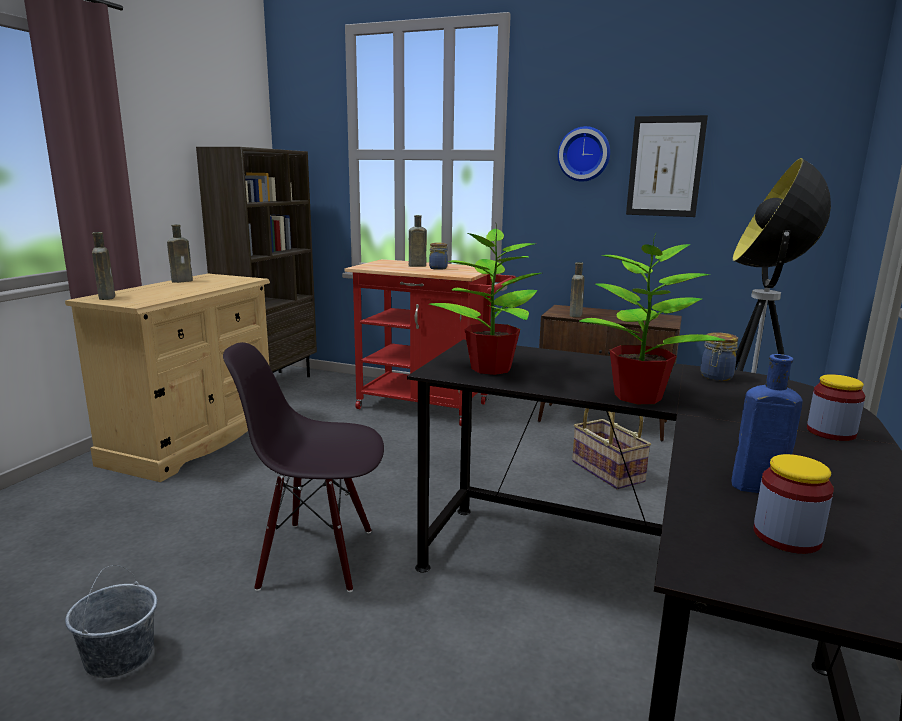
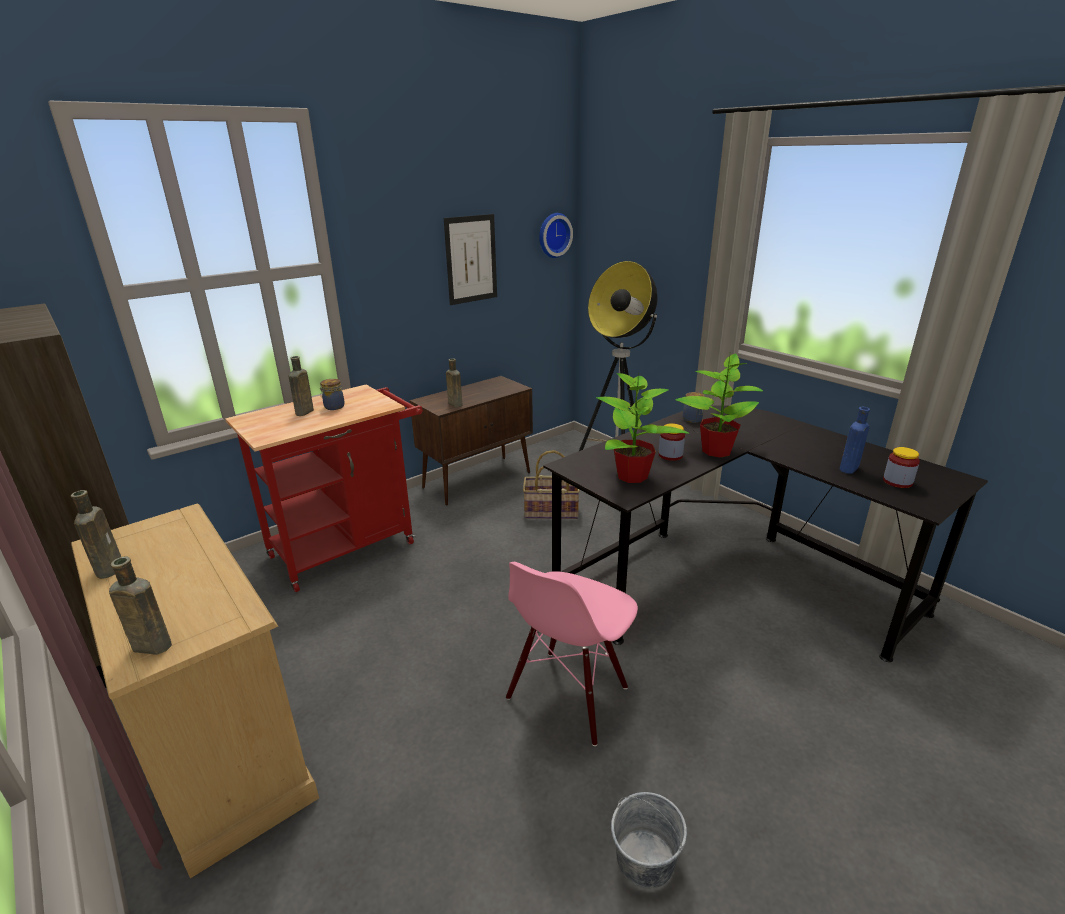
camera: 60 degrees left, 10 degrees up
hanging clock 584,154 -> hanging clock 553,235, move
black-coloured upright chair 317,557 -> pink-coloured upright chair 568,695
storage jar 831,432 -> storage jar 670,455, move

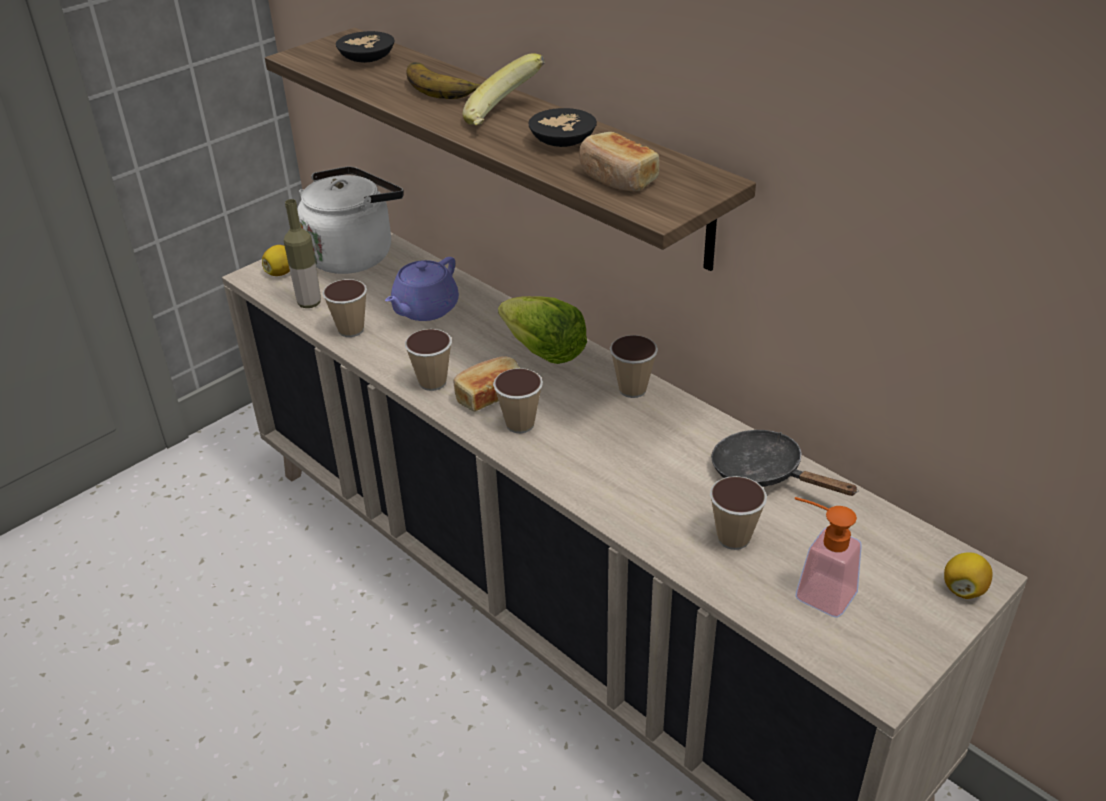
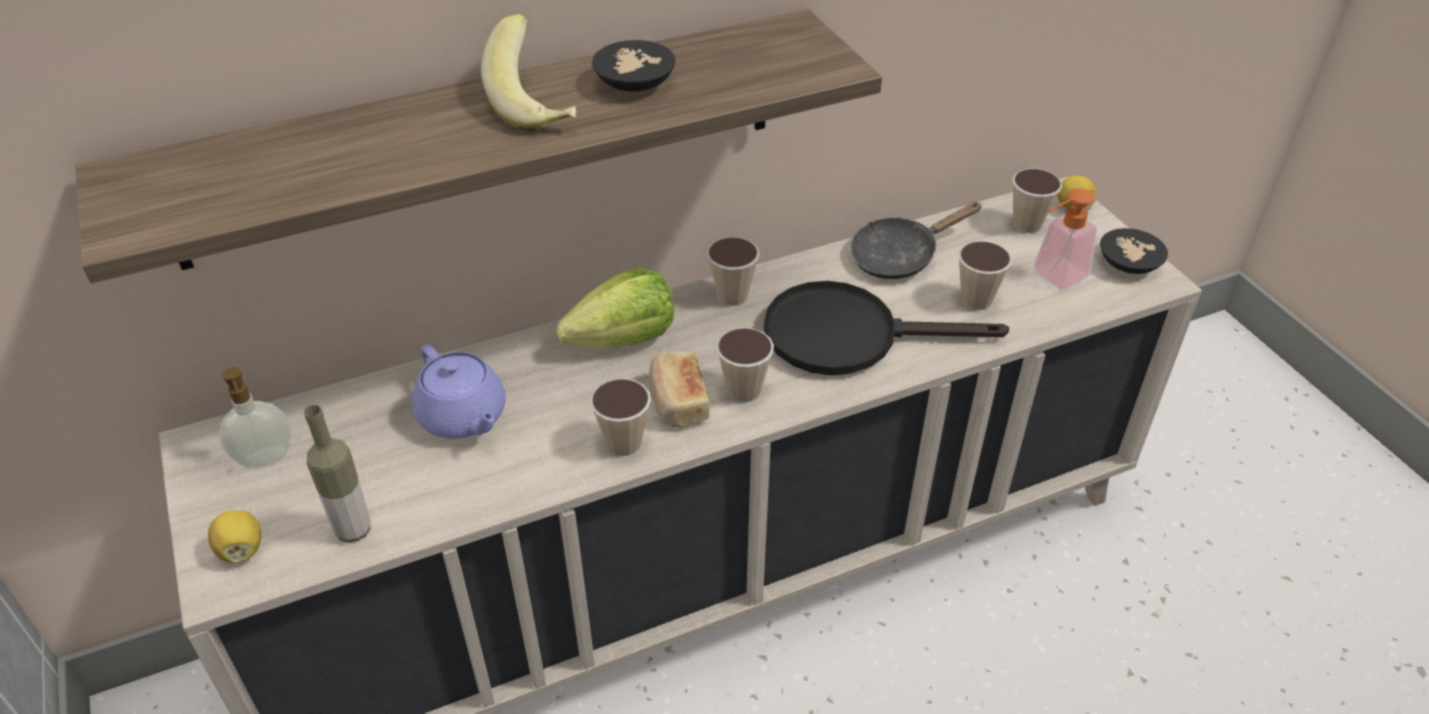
camera: 70 degrees left, 5 degrees up
black-coloured bowl 365,59 -> black-coloured bowl 1128,265, move
whole banana 450,85 -> none
bread 617,178 -> none
white-coloured kettle 354,254 -> soap bottle 265,459
drinking cup 351,330 -> drinking cup 1027,224, move
none -> black-coloured pan 849,335

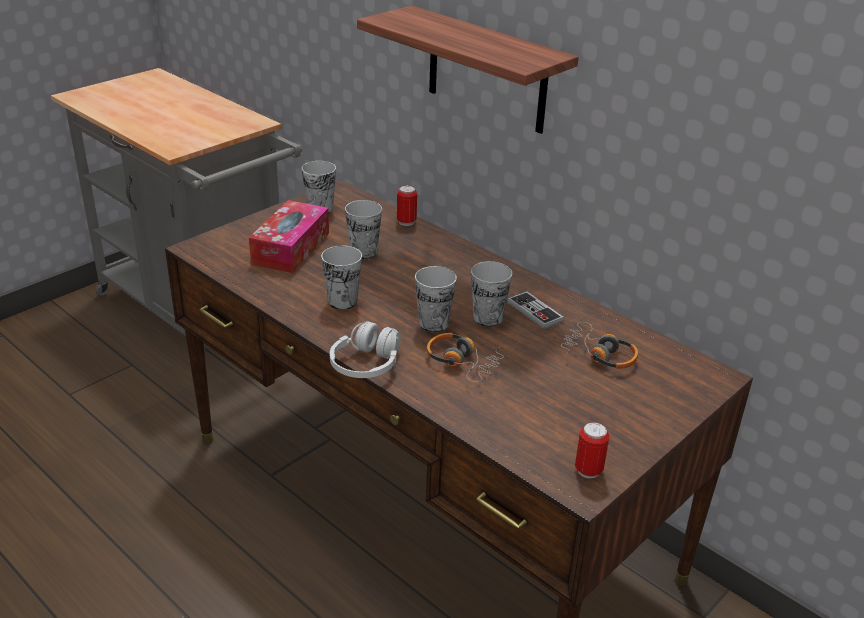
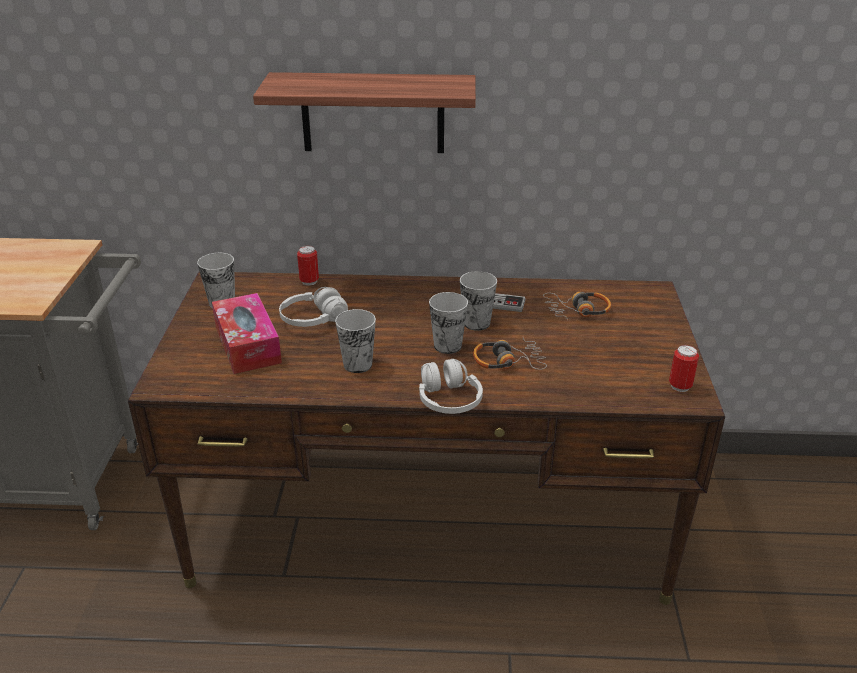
camera: 40 degrees left, 0 degrees up
drinking cup 363,252 -> white-coloured headset 313,319

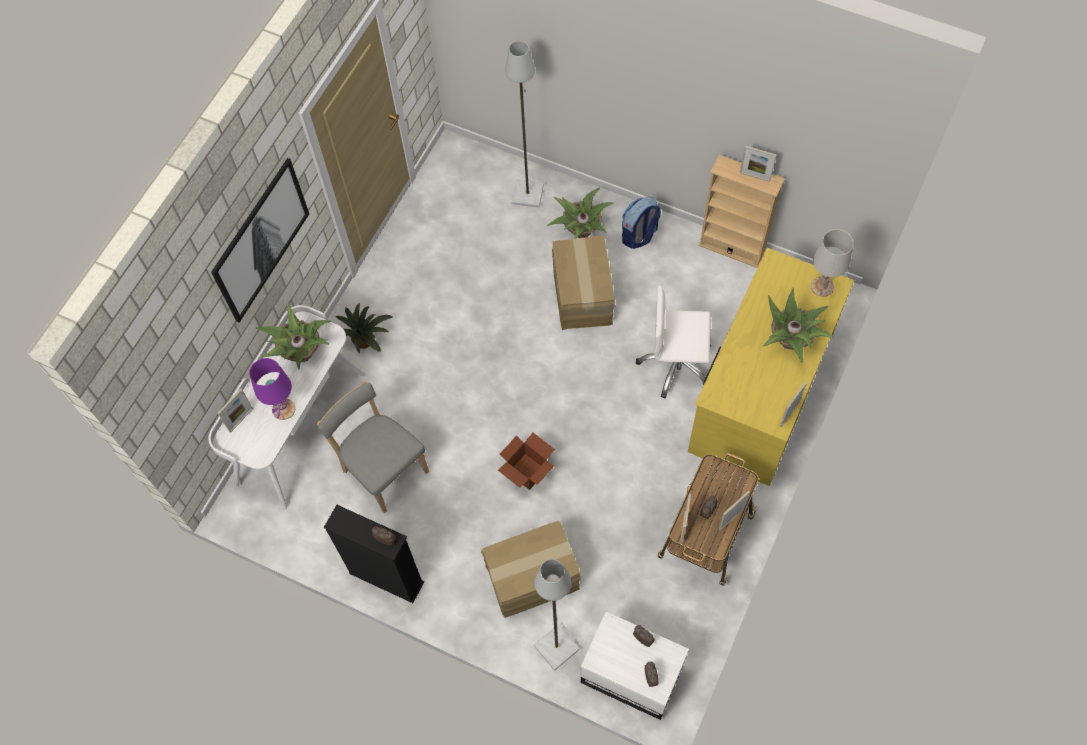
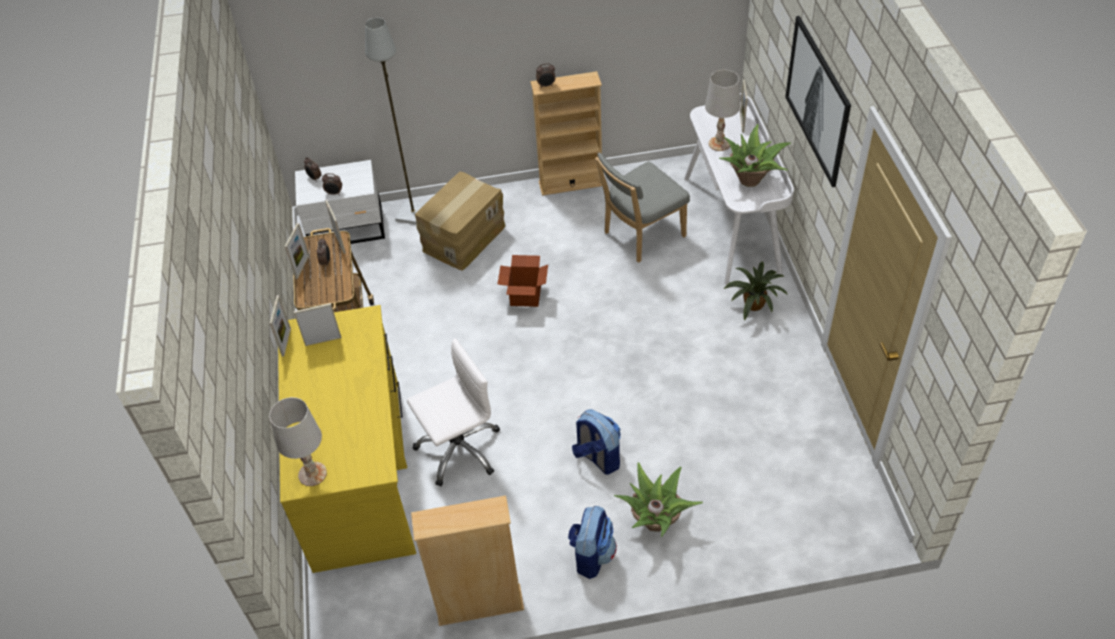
camera: 145 degrees right, 15 degrees down
greyish floor lamp 528,194 -> none
standing frame 755,176 -> standing frame 323,341, move
packing box 583,295 -> knapsack 597,458
potted plant 790,341 -> none
purplish table lamp 283,409 -> white-coloured table lamp 719,144
greyish upright chair 382,469 -> greyish upright chair 641,236, 135 degrees clockwise
black-coloured bookshelf 386,578 -> beige-coloured bookshelf 571,183

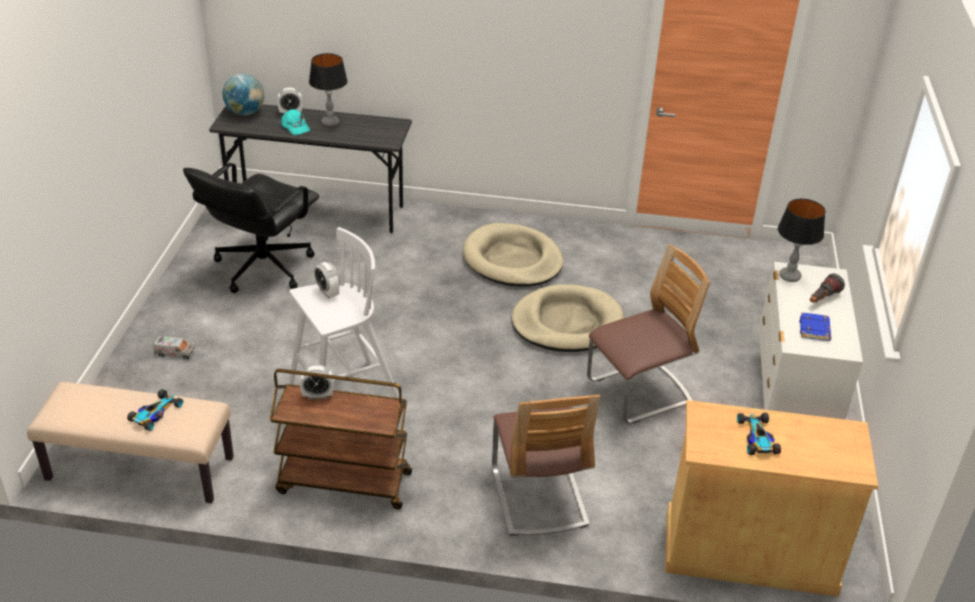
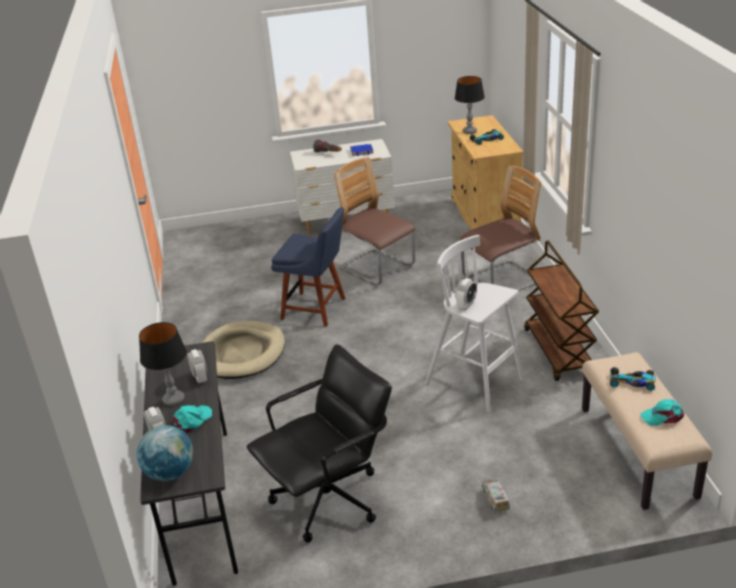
camera: 105 degrees left, 5 degrees down
black-coloured desk chair 262,267 -> black-coloured desk chair 329,500, 45 degrees counterclockwise
table lamp 790,276 -> table lamp 469,131, move
beige-coloured pet bed 566,323 -> blue upright chair 317,309
table clock 317,395 -> table clock 200,377, move
none -> blue-green cap 663,416

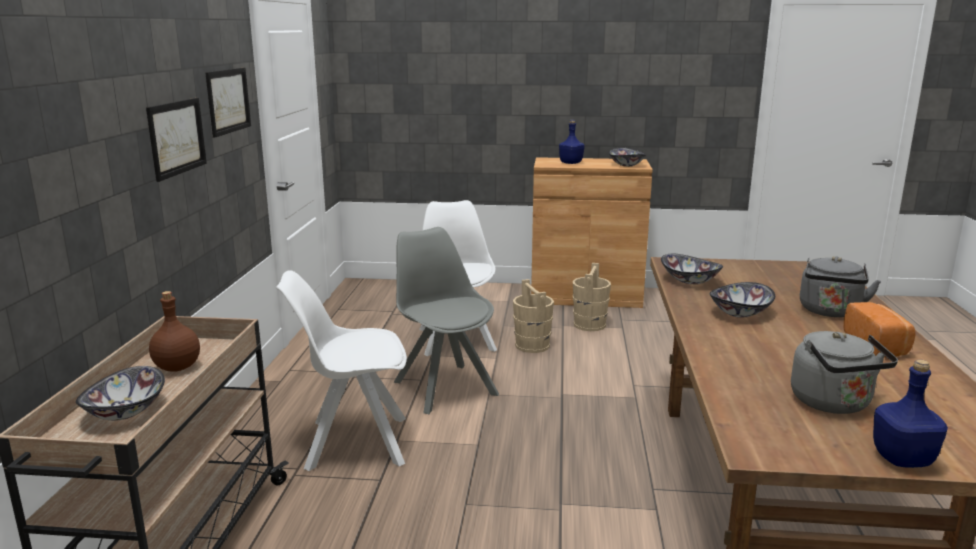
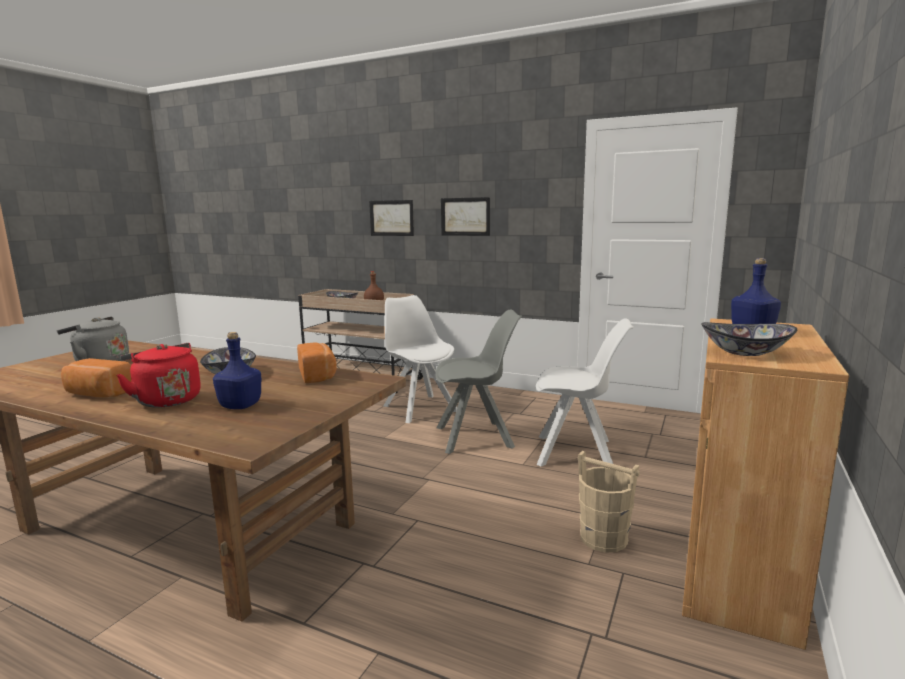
camera: 110 degrees right, 5 degrees down
picture 228,101 -> picture 391,218, move
bowl 690,280 -> bread 318,375
greyish kettle 830,312 -> red-coloured kettle 166,400
white-coloured upright chair 353,443 -> white-coloured upright chair 419,408, 45 degrees counterclockwise
beige-coloured pail 532,345 -> none
blue drink bottle 903,460 -> blue drink bottle 239,406, move

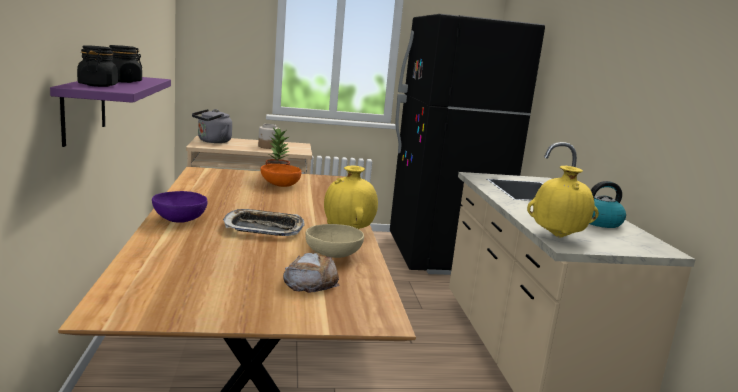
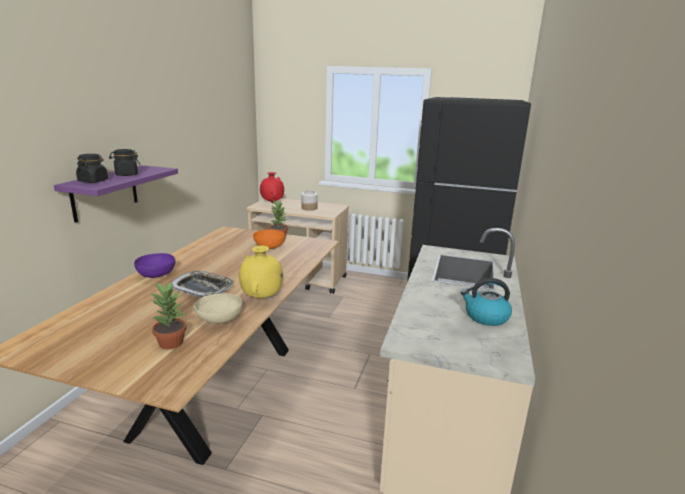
camera: 25 degrees right, 5 degrees up
greyish kettle 212,141 -> red-coloured decorative vase 272,202
yellowish decorative vase 558,236 -> none
bread 311,281 -> potted plant 171,342

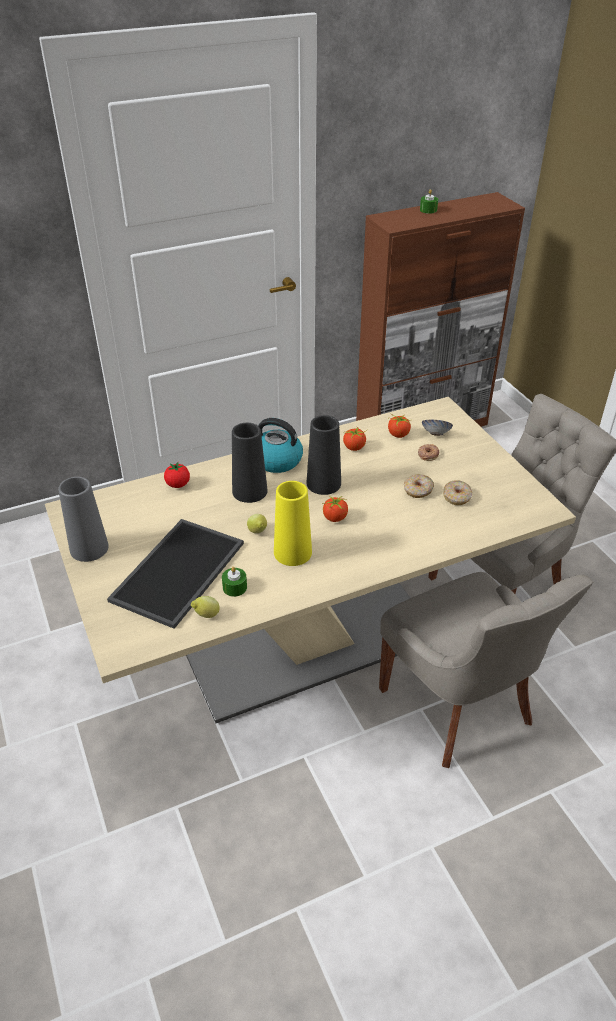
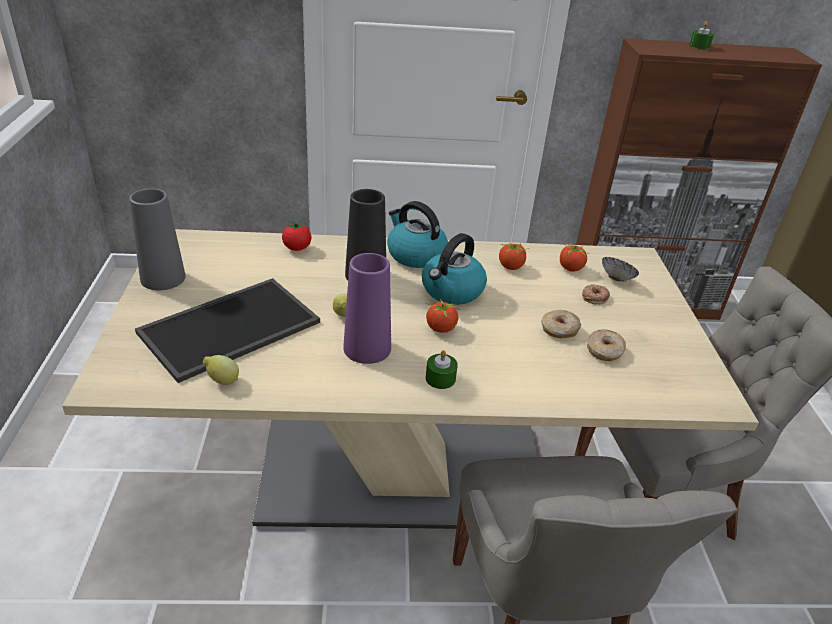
camera: 20 degrees right, 5 degrees down
black-coloured decorative vase 323,483 -> kettle 452,291
yellowish decorative vase 292,552 -> purplish decorative vase 367,348
greenish wax candle 235,587 -> greenish wax candle 440,378, move

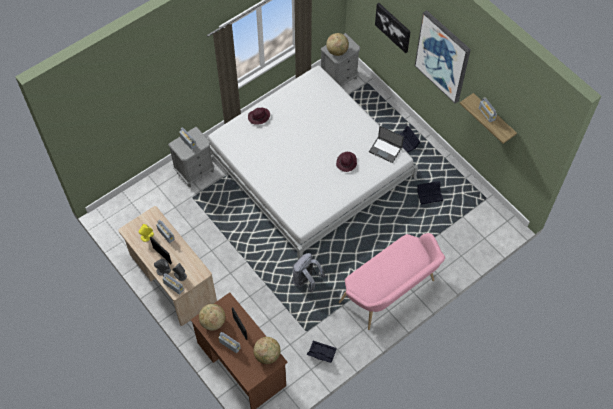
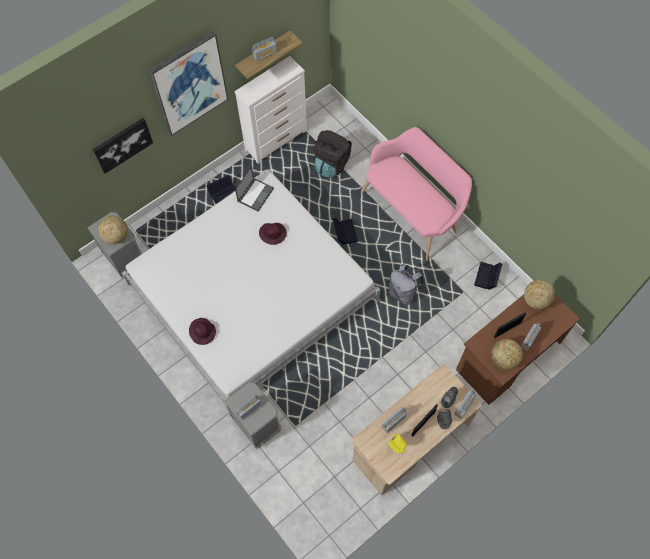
camera: 90 degrees left, 5 degrees up
black-coloured storage container 430,195 -> black-coloured storage container 344,232, move
none -> white-coloured chest of drawers 276,140
none -> black-coloured knapsack 331,164

